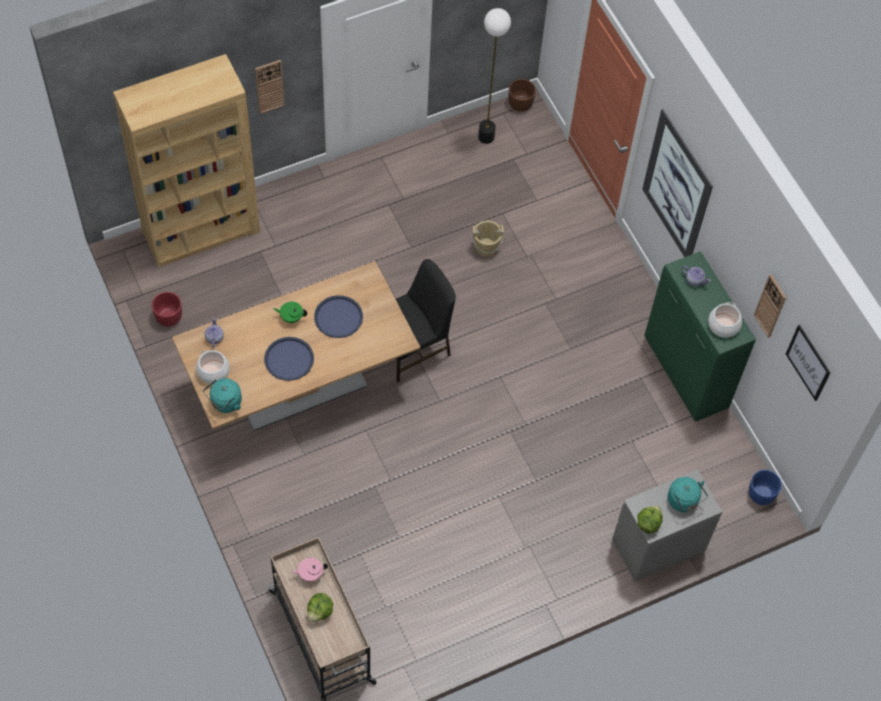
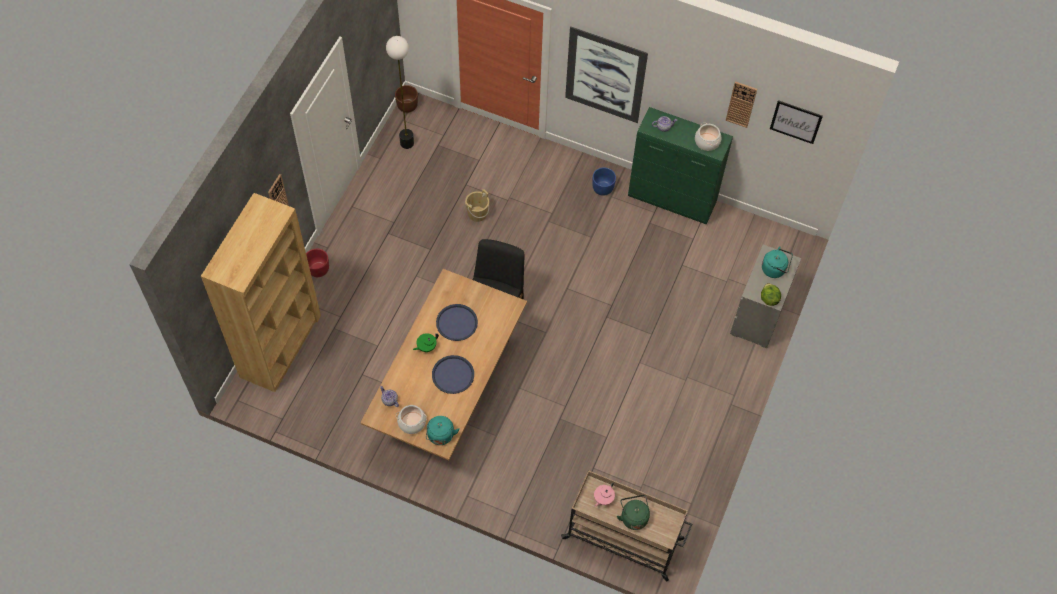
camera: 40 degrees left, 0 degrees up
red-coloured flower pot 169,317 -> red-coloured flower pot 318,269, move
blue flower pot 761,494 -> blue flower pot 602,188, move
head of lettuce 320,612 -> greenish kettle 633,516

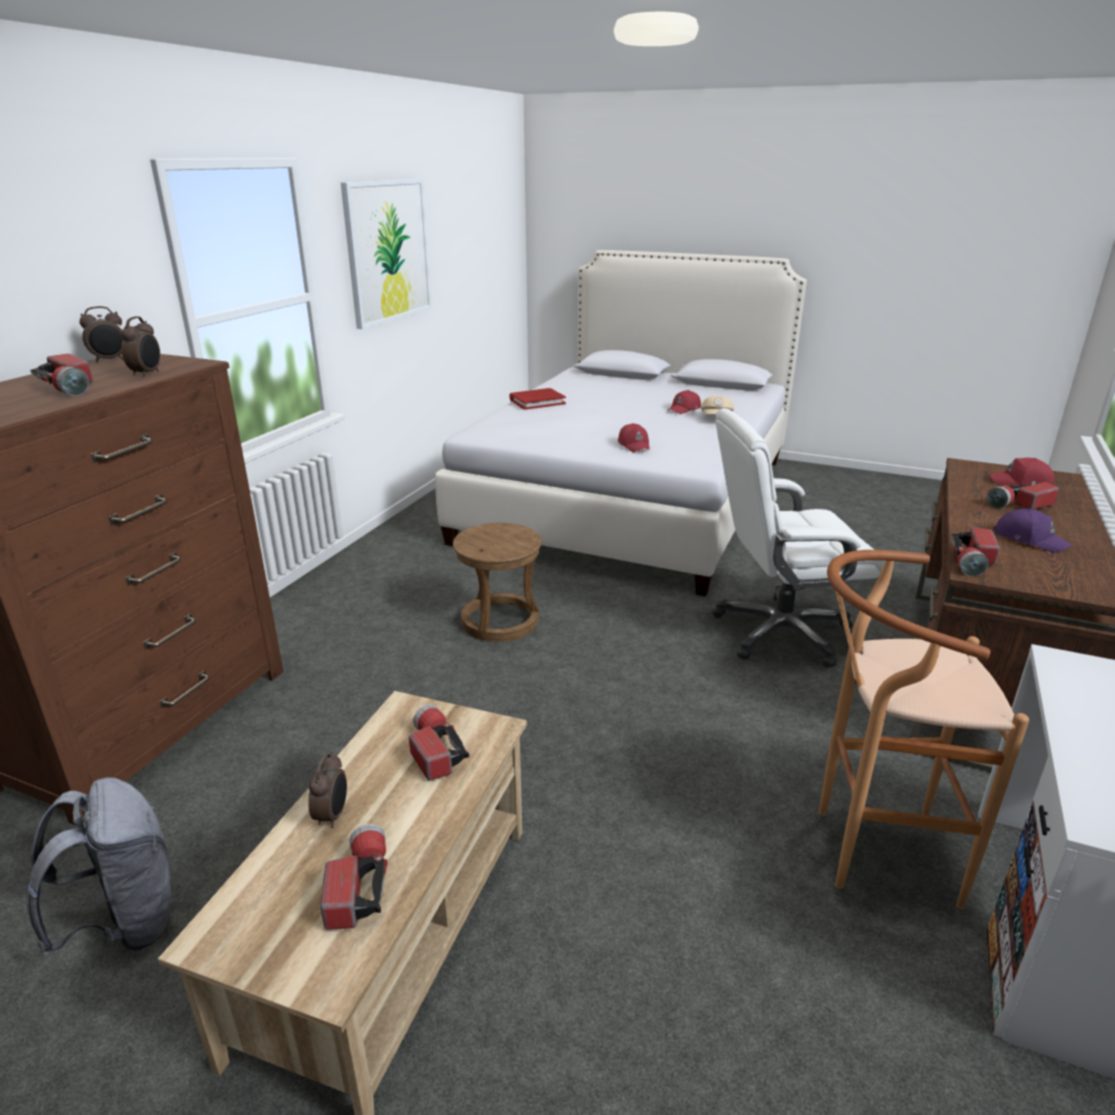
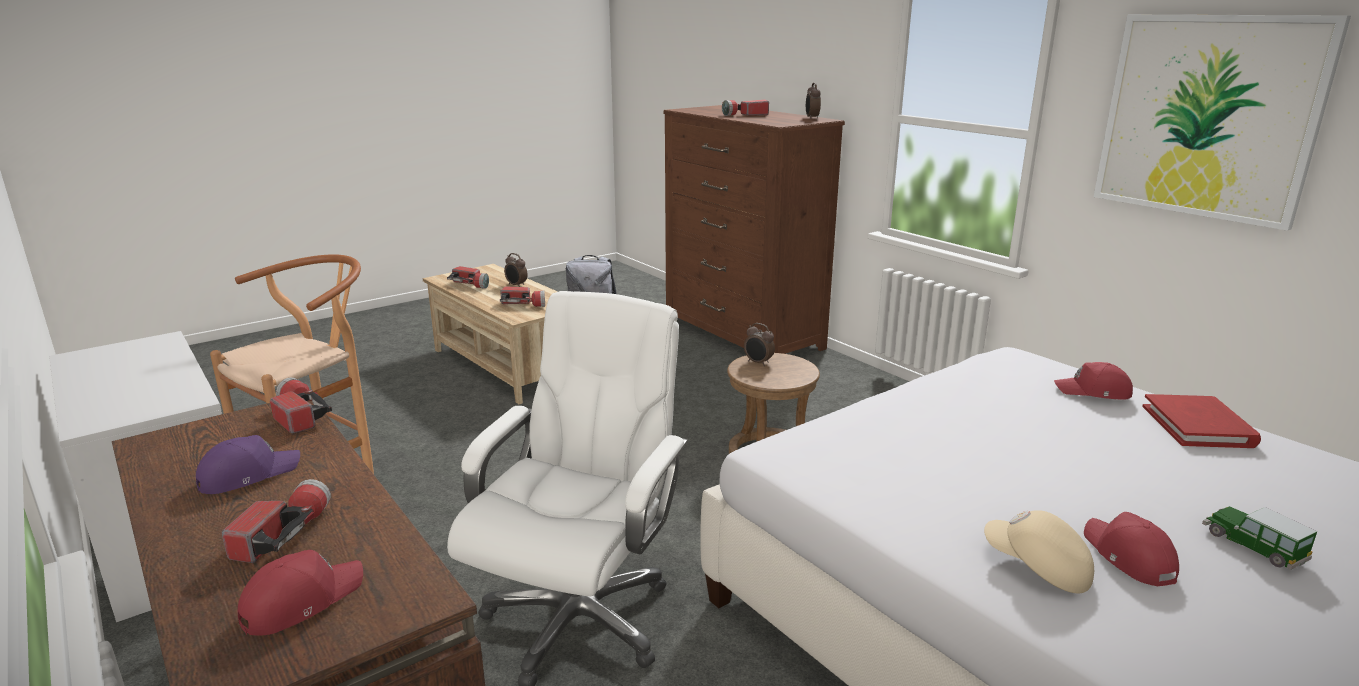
camera: 120 degrees right, 5 degrees down
table clock 147,374 -> table clock 758,363, move
red-coloured cap 634,445 -> red-coloured cap 1093,392, move
purplish cap 1029,539 -> purplish cap 248,475, 150 degrees clockwise
none -> miniature car 1253,545

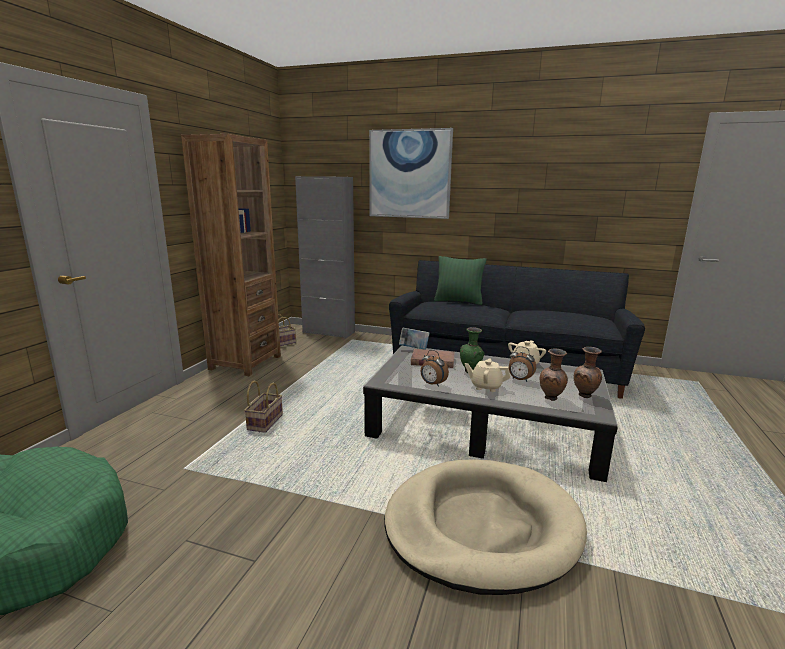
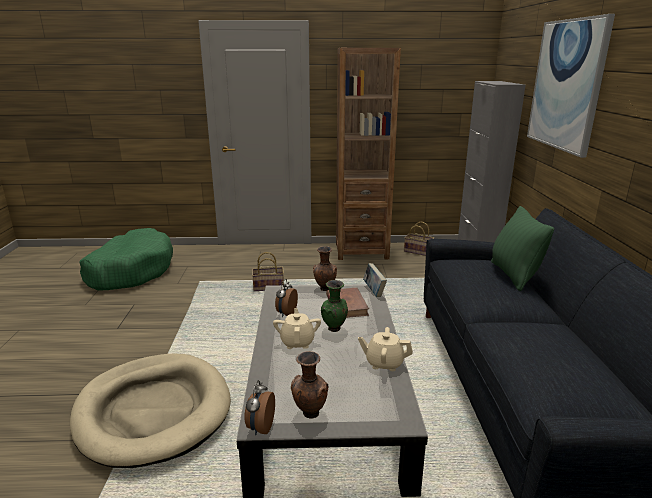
camera: 70 degrees right, 5 degrees up
table clock 519,380 -> table clock 260,427, move
brownish decorative vase 551,398 -> brownish decorative vase 324,289, move

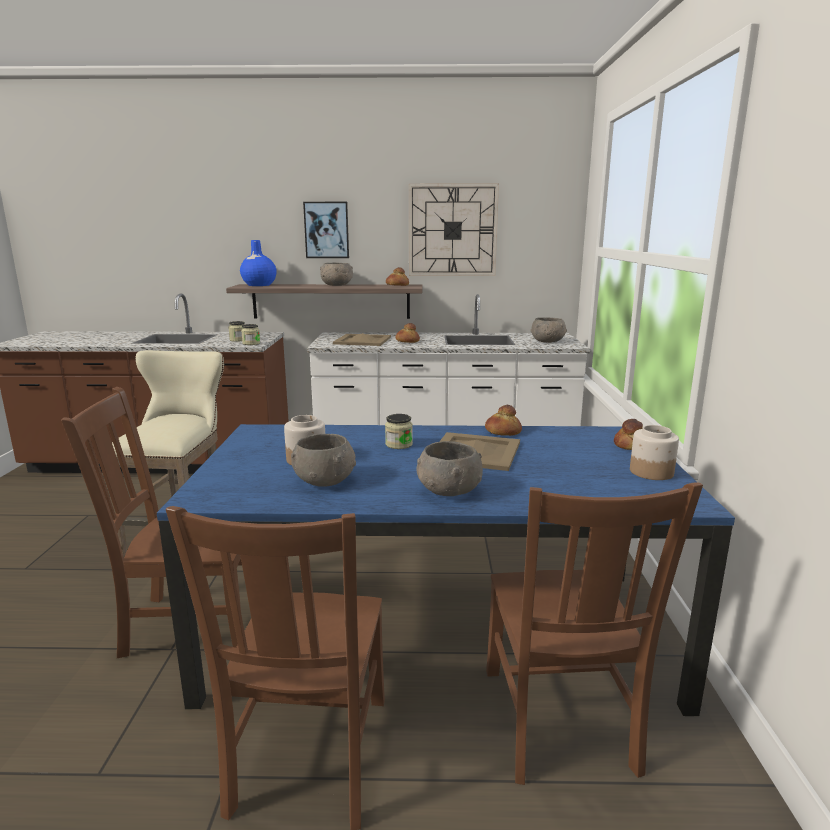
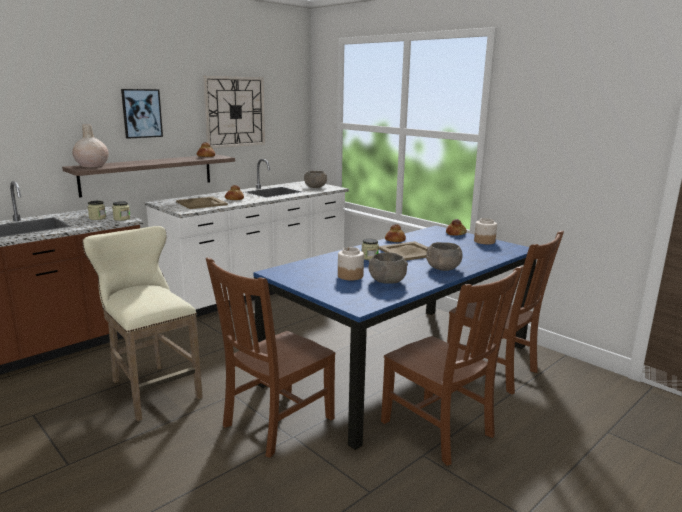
camera: 45 degrees left, 0 degrees up
blue decorative vase 259,285 -> beige-coloured decorative vase 91,166
greyish bowl 337,285 -> none

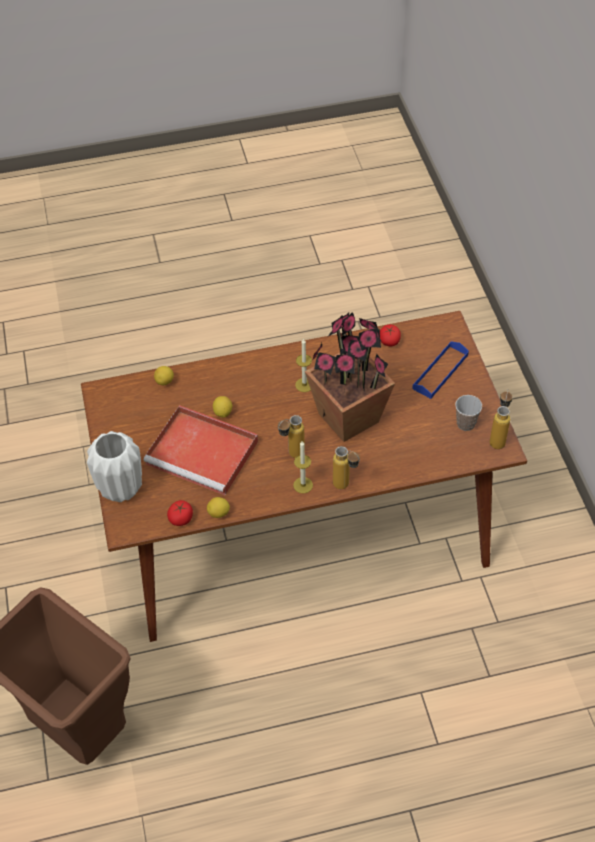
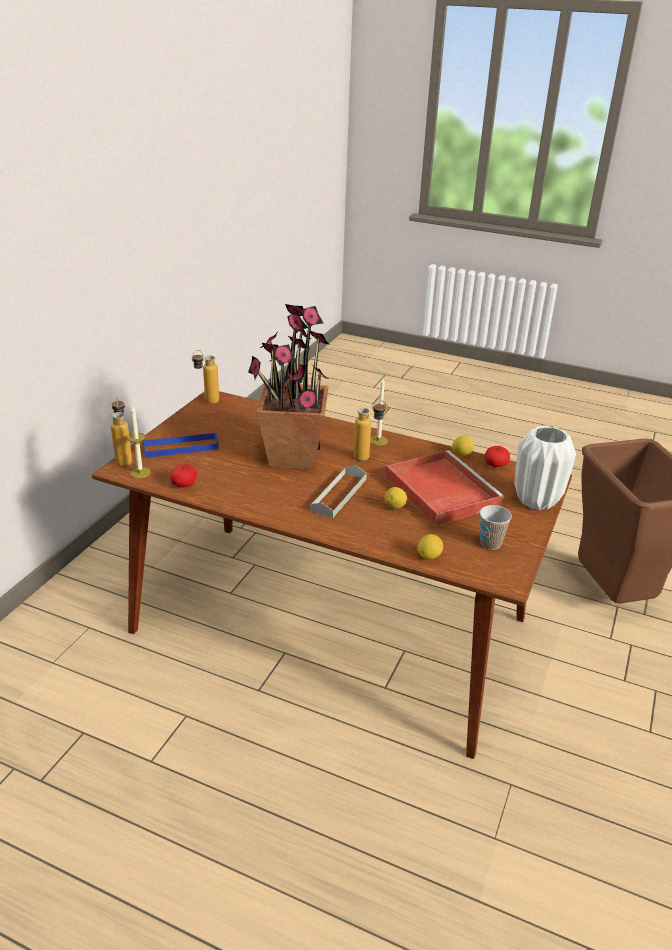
camera: 145 degrees left, 20 degrees down
wax candle 304,385 -> wax candle 140,472, move
drinking cup 465,424 -> drinking cup 490,543, move
drink bottle 346,487 -> drink bottle 124,459, move
none -> greyish carrying tray 339,494

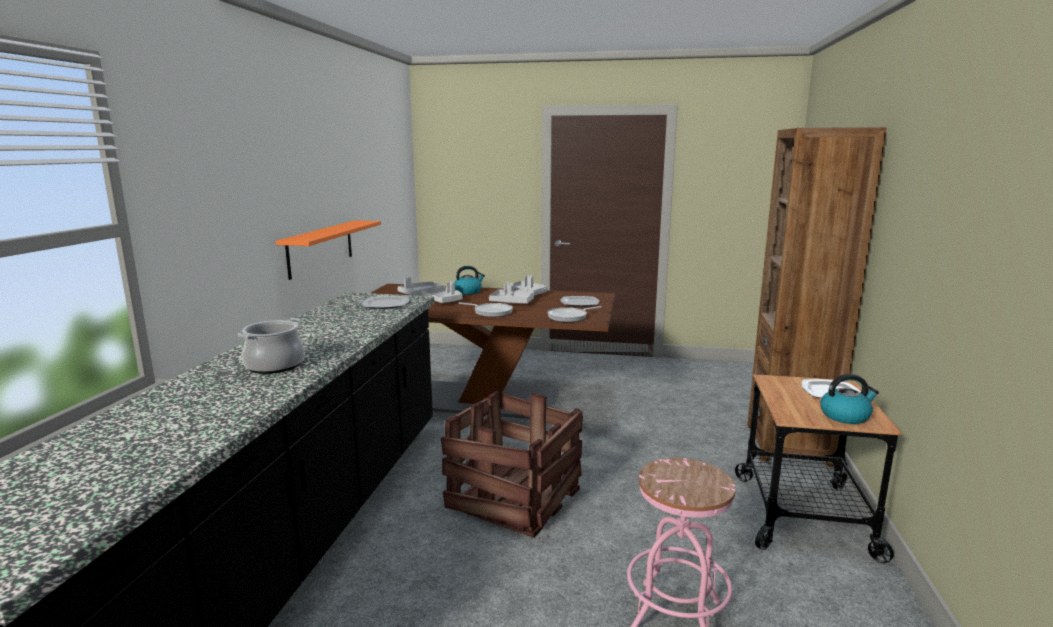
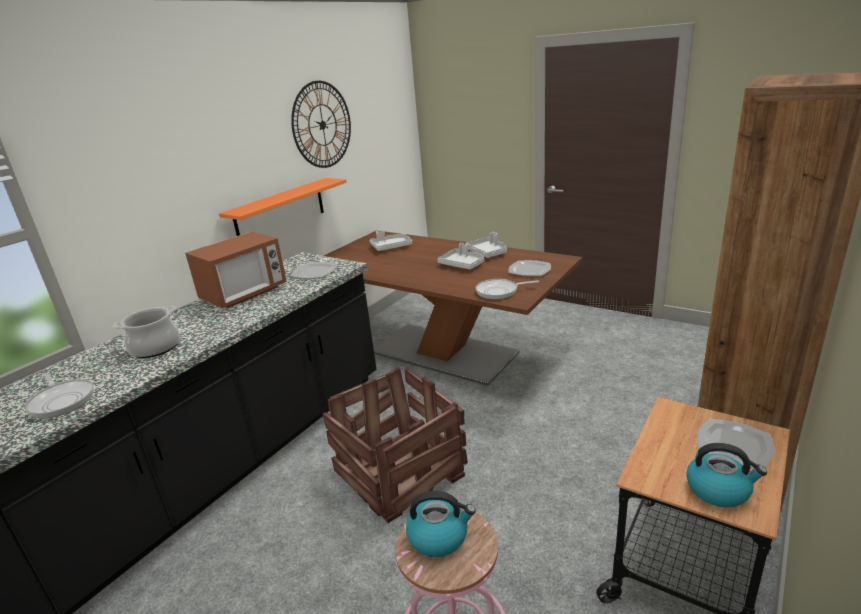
camera: 25 degrees right, 10 degrees up
kettle 468,292 -> kettle 439,537, move
greyish carrying tray 444,301 -> none
pan 491,312 -> pan 62,400, move
none -> hanging clock 322,125
none -> microwave 244,294

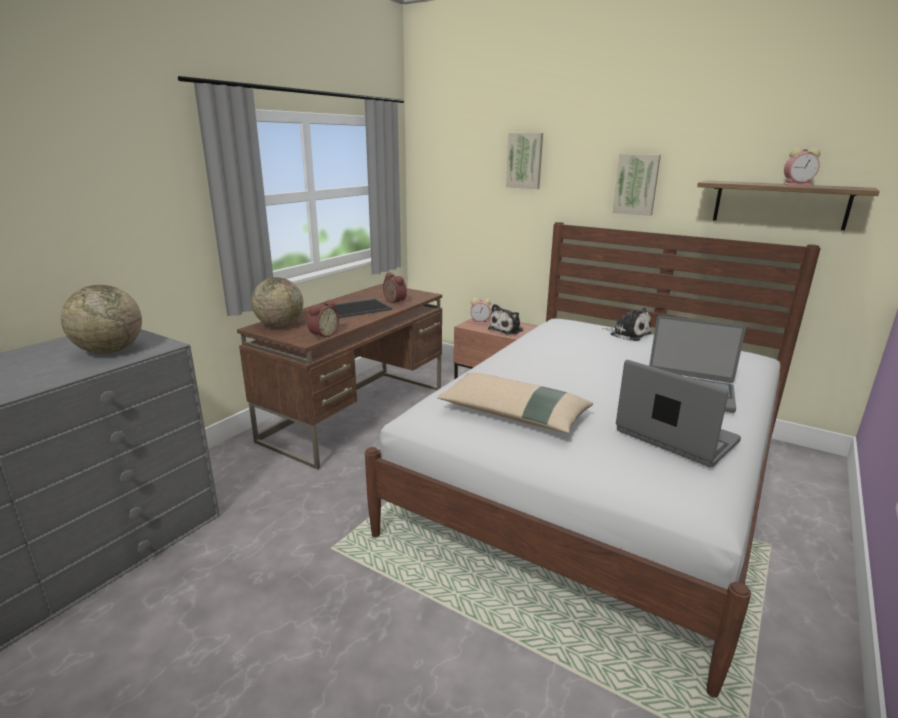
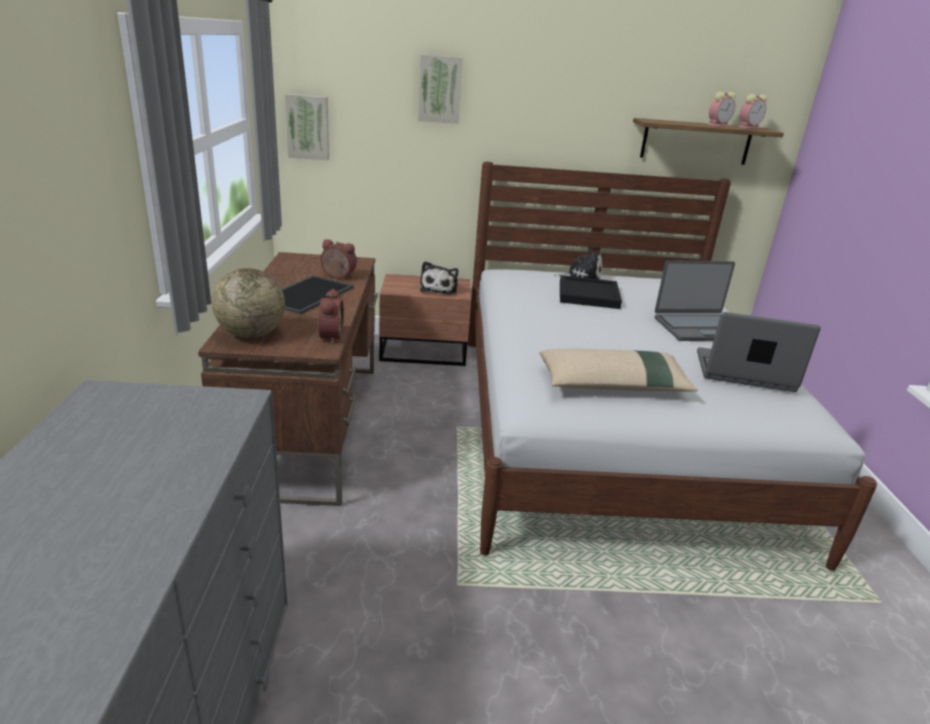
camera: 35 degrees left, 5 degrees up
picture 636,184 -> picture 308,127, move
world globe 109,351 -> none
table clock 480,322 -> table clock 748,128, move
none -> black-coloured carrying tray 589,295

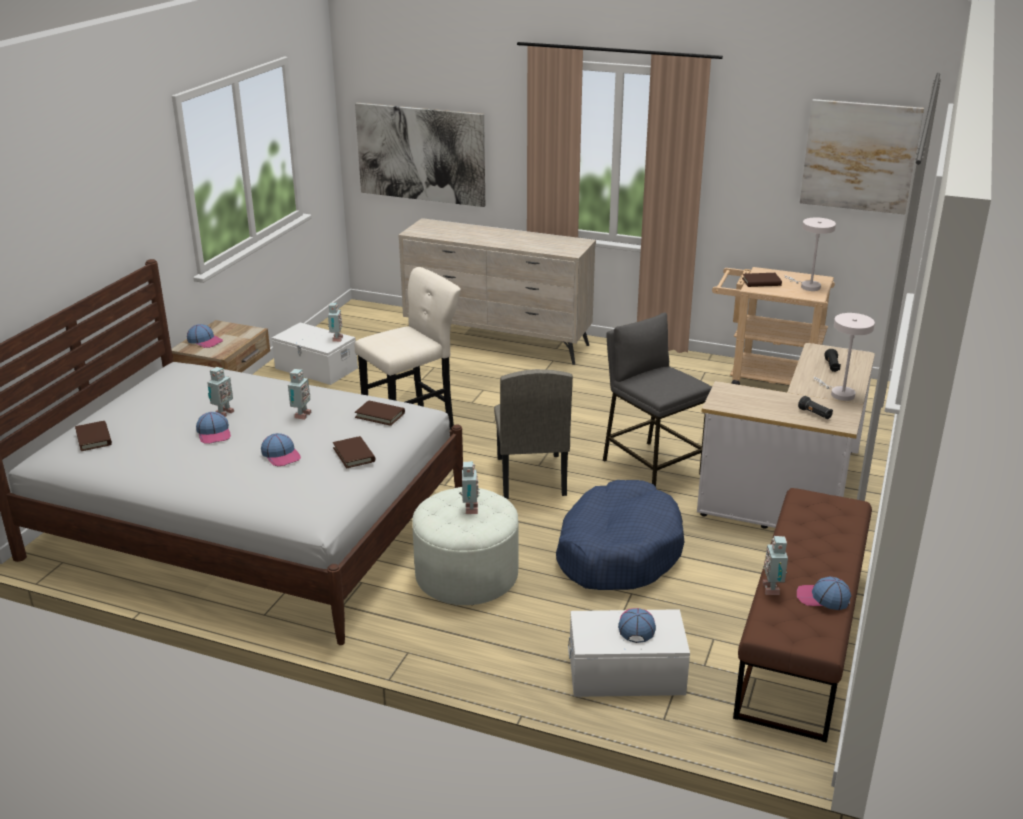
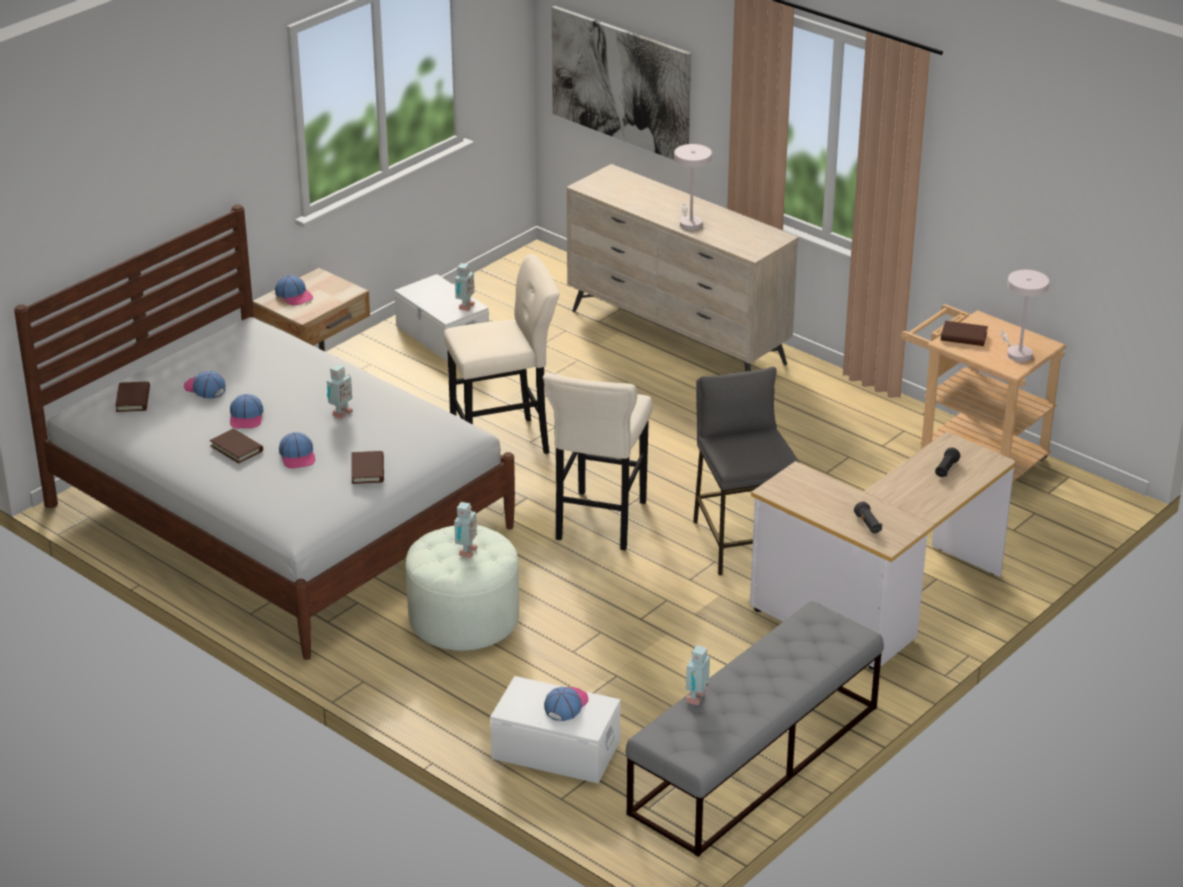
camera: 20 degrees right, 5 degrees up
picture 859,156 -> none
white-coloured table lamp 839,393 -> white-coloured table lamp 689,222, move
toy robot 223,413 -> none
beige-coloured upright chair 530,476 -> beige-coloured sitting stool 599,524
brownish volume 380,415 -> brownish volume 236,448, move
blue pet bed 618,551 -> none
brownish bench 801,638 -> greyish bench 754,760
cap 822,598 -> cap 204,388, move

